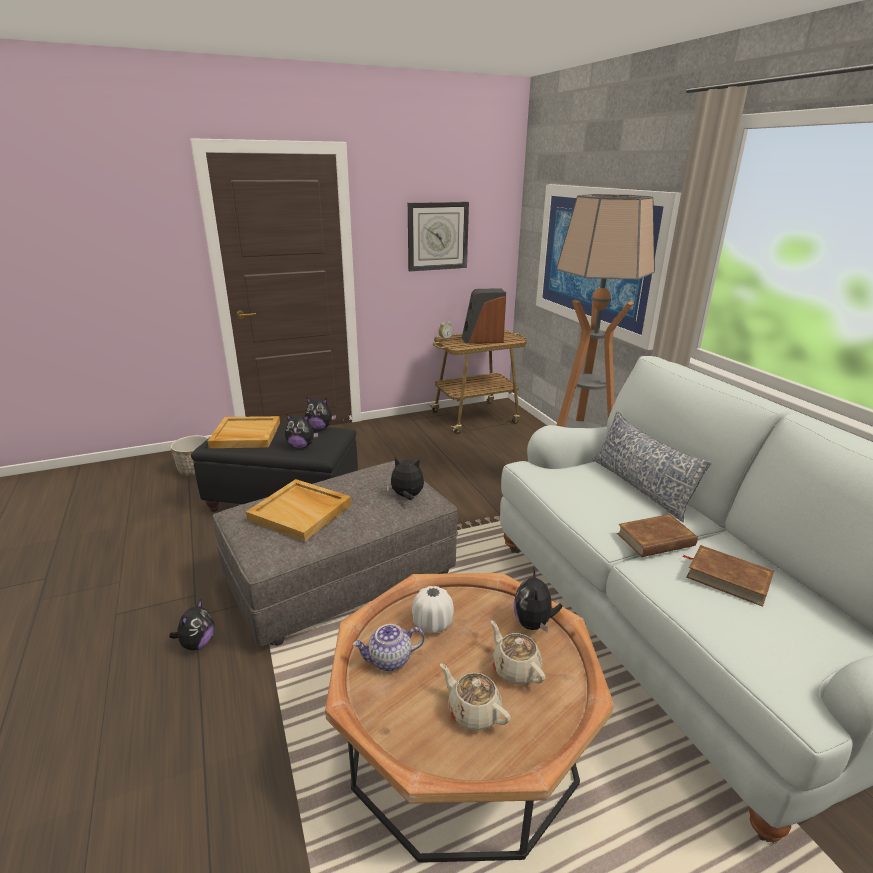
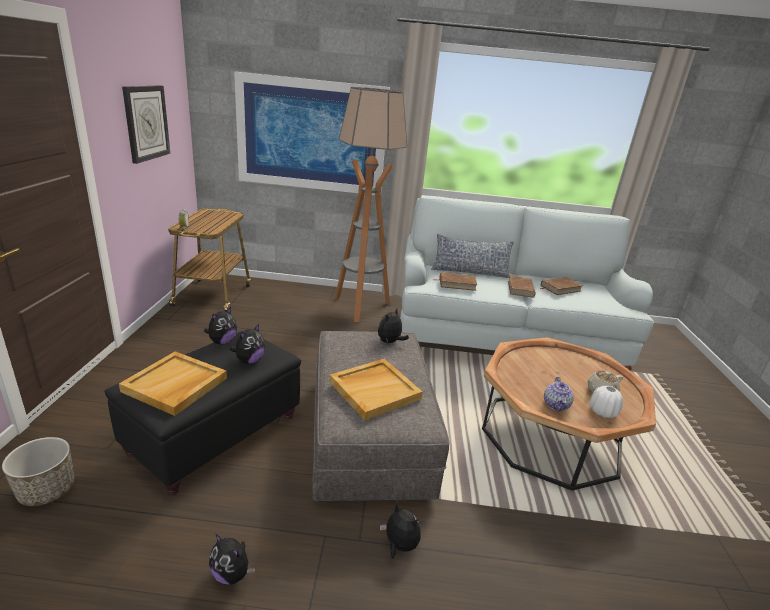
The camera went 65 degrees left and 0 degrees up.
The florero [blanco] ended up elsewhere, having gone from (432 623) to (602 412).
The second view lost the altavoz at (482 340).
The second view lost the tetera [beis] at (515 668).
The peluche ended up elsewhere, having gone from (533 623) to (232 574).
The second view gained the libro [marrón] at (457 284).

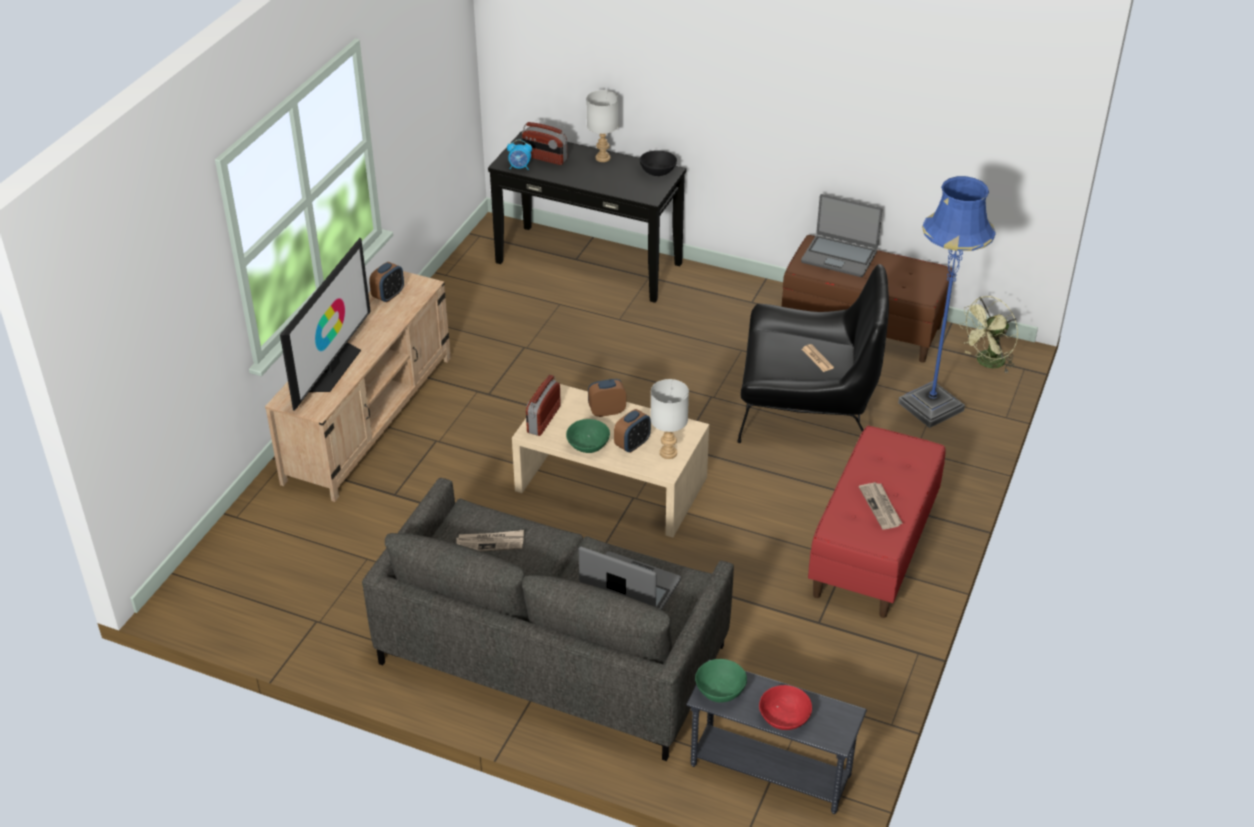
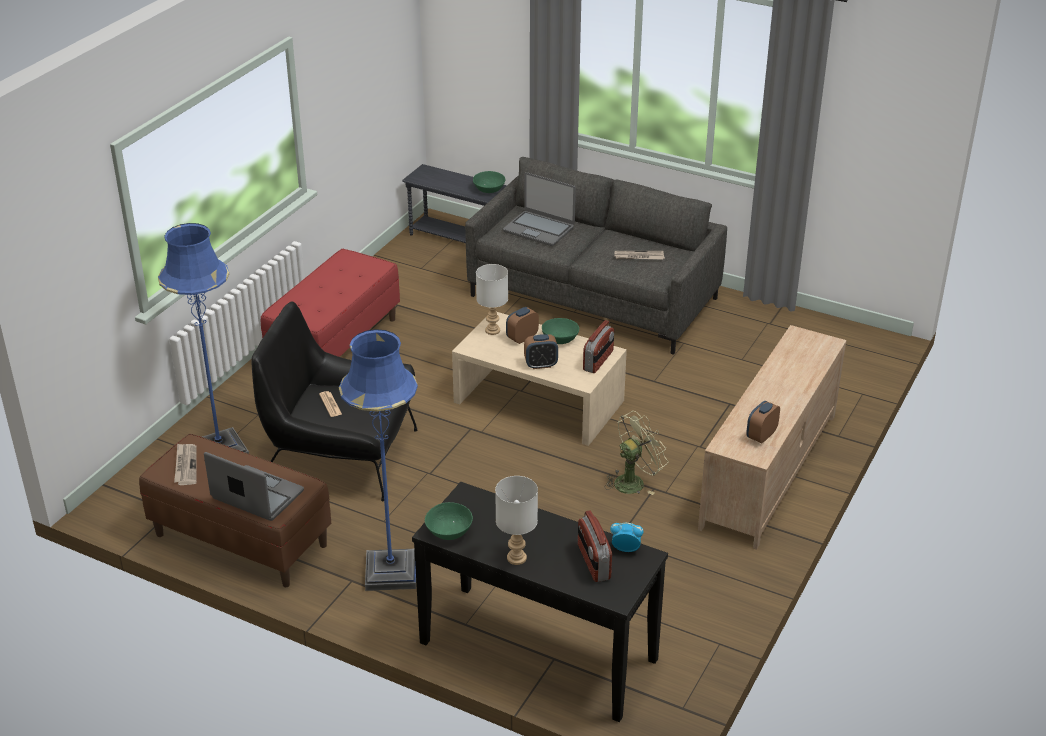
The camera went 175 degrees left and 5 degrees down.
The second view lost the televisor at (332 367).
The radio at (545 158) ended up facing another way, 135 degrees counterclockwise from before.
What was the cuenco [negro] at (657 171) turned into the cuenco [verde] at (449 532).
The second view lost the cuenco [rojo] at (784 718).
The periódico ended up elsewhere, having gone from (881 507) to (185 465).
The ventilador [verde] ended up elsewhere, having gone from (987 363) to (634 481).
The second view gained the lámpara de pie [azul] at (391 572).

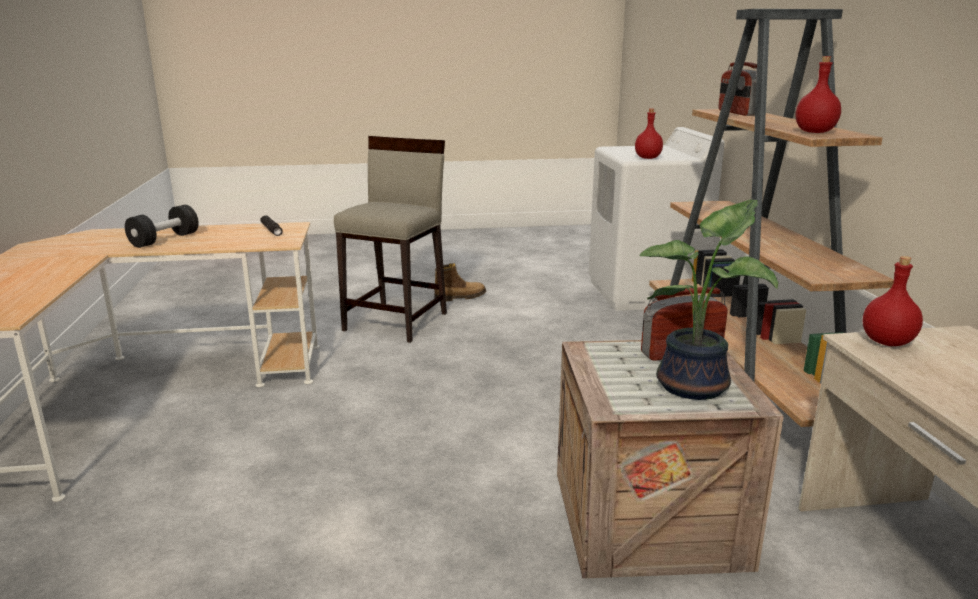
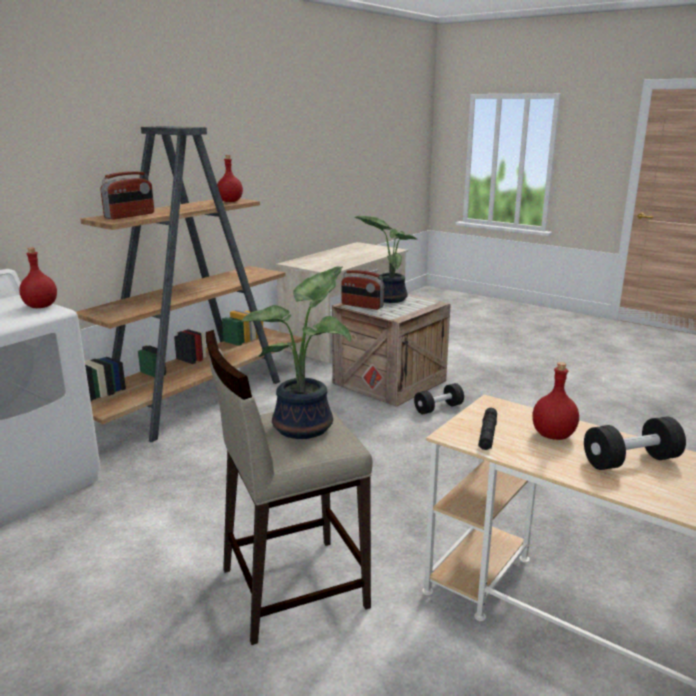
The camera went 135 degrees left and 0 degrees up.
The second view lost the bota at (460 297).
The botella [rojo] ended up elsewhere, having gone from (888 342) to (552 435).
The second view gained the planta en maceta at (307 427).
The second view gained the mancuerna [negro] at (438 408).

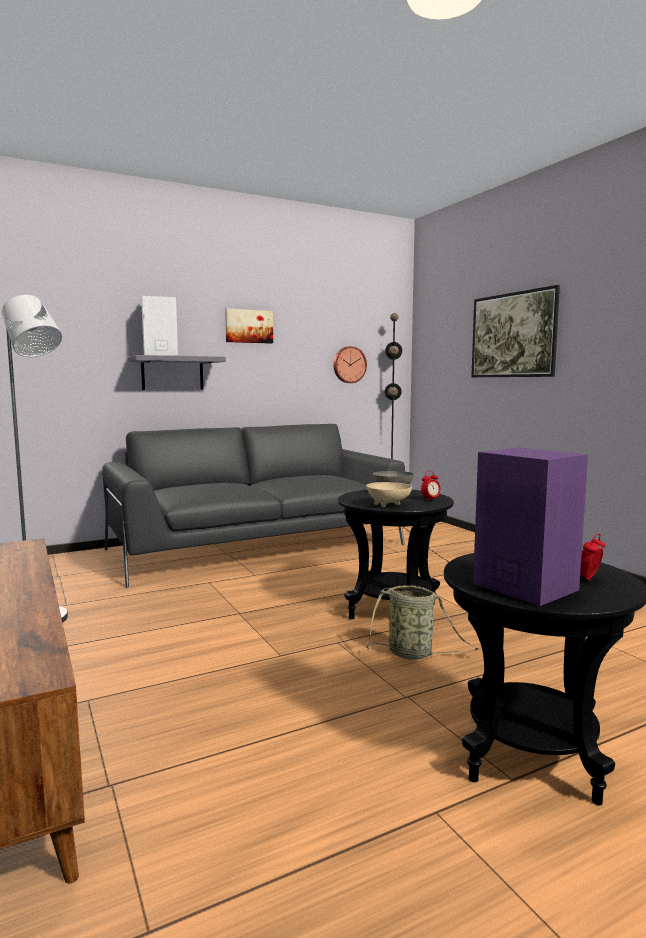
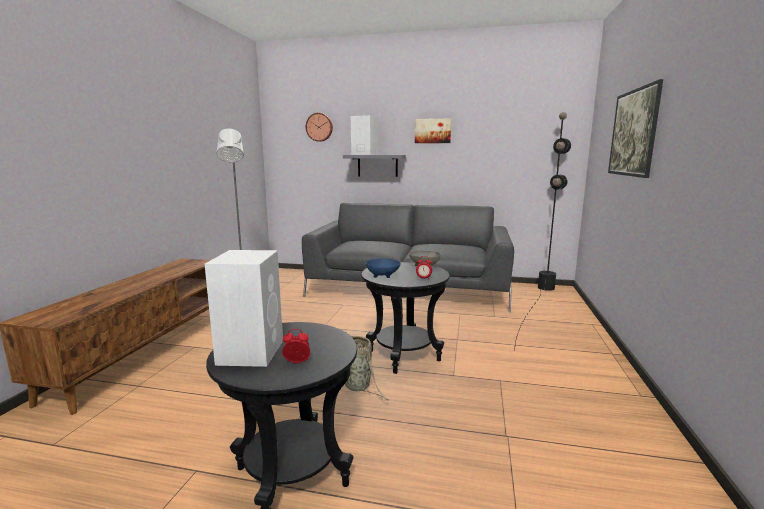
The camera went 40 degrees right and 5 degrees up.
The reloj de pared ended up elsewhere, having gone from (349 364) to (319 127).
What was the cuenco [beis] at (388 505) turned into the cuenco [azul] at (382 277).
What was the altavoz [morado] at (523 586) turned into the altavoz [blanco] at (251 351).

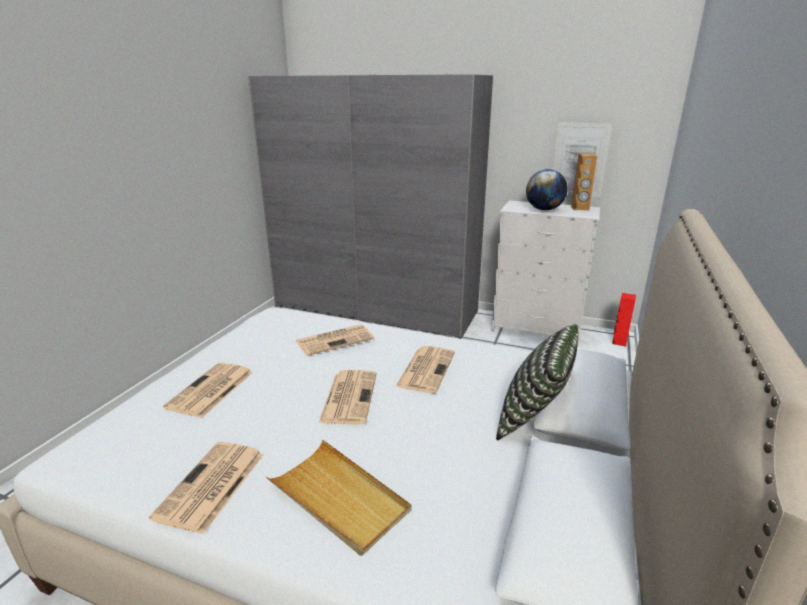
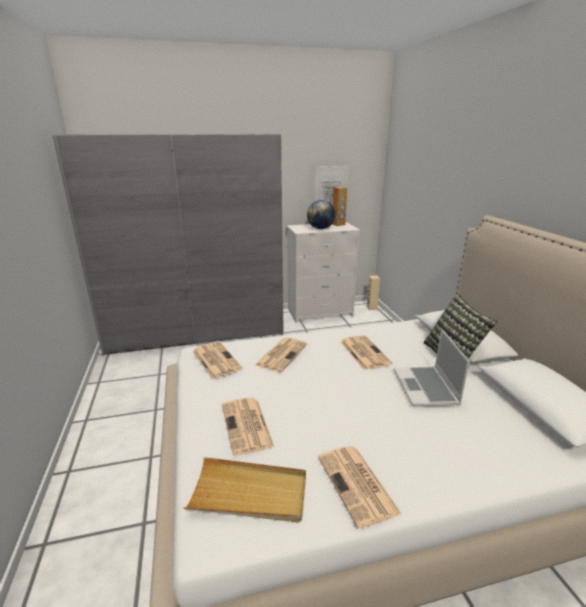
The camera went 35 degrees left and 0 degrees up.
The bandeja [beis] ended up elsewhere, having gone from (339 498) to (249 493).
The periódico ended up elsewhere, having gone from (349 396) to (215 360).
What was the altavoz [rojo] at (619 342) turned into the altavoz [beis] at (371 308).
The second view gained the portátil at (426 388).

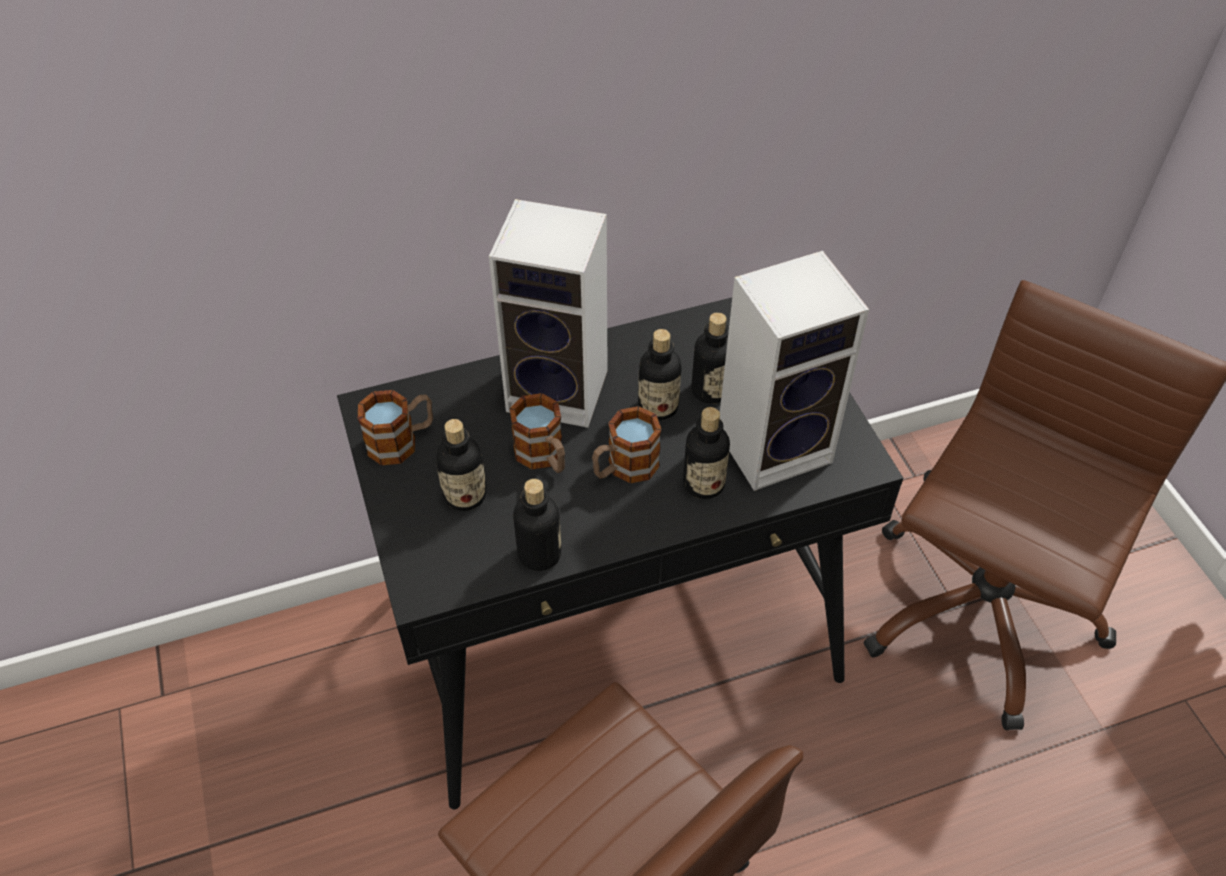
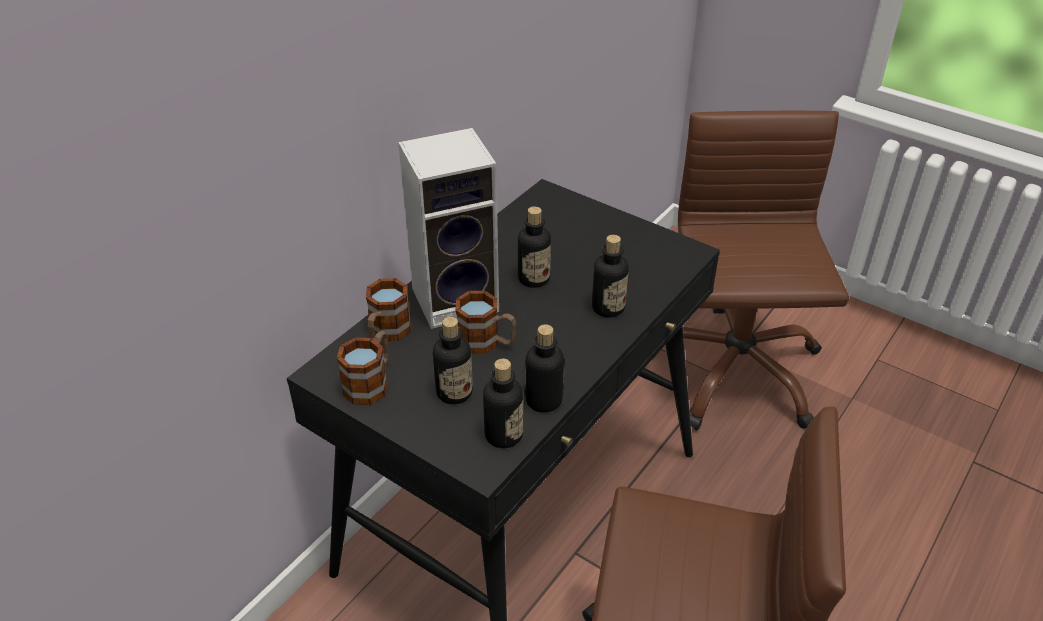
The camera went 35 degrees left and 10 degrees down.
The taza grande ended up elsewhere, having gone from (624 468) to (387 333).
The botella ended up elsewhere, having gone from (710 390) to (503 435).
The second view lost the altavoz at (777 444).

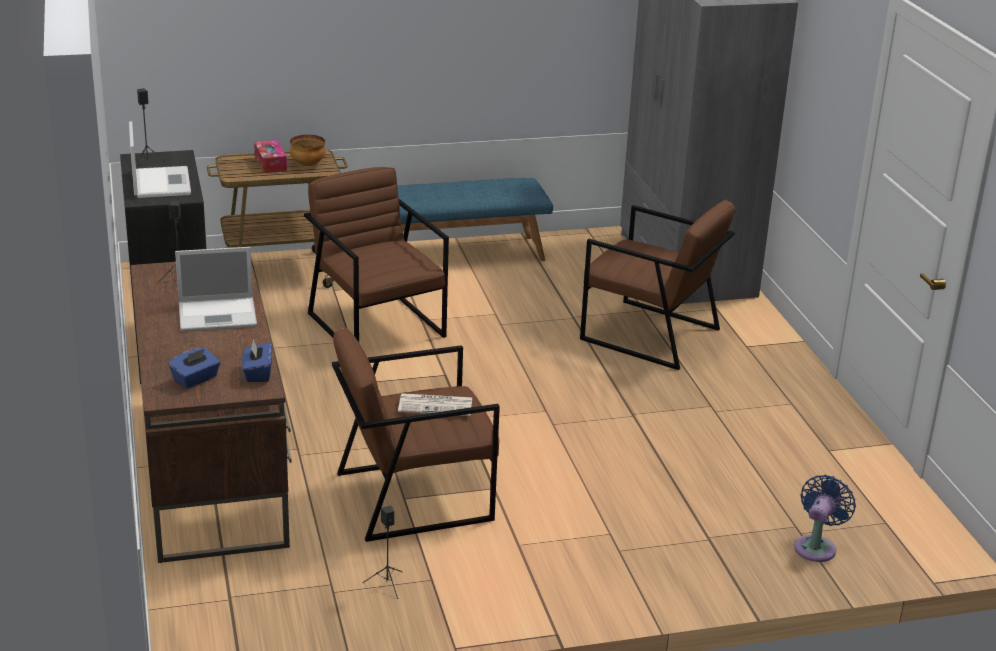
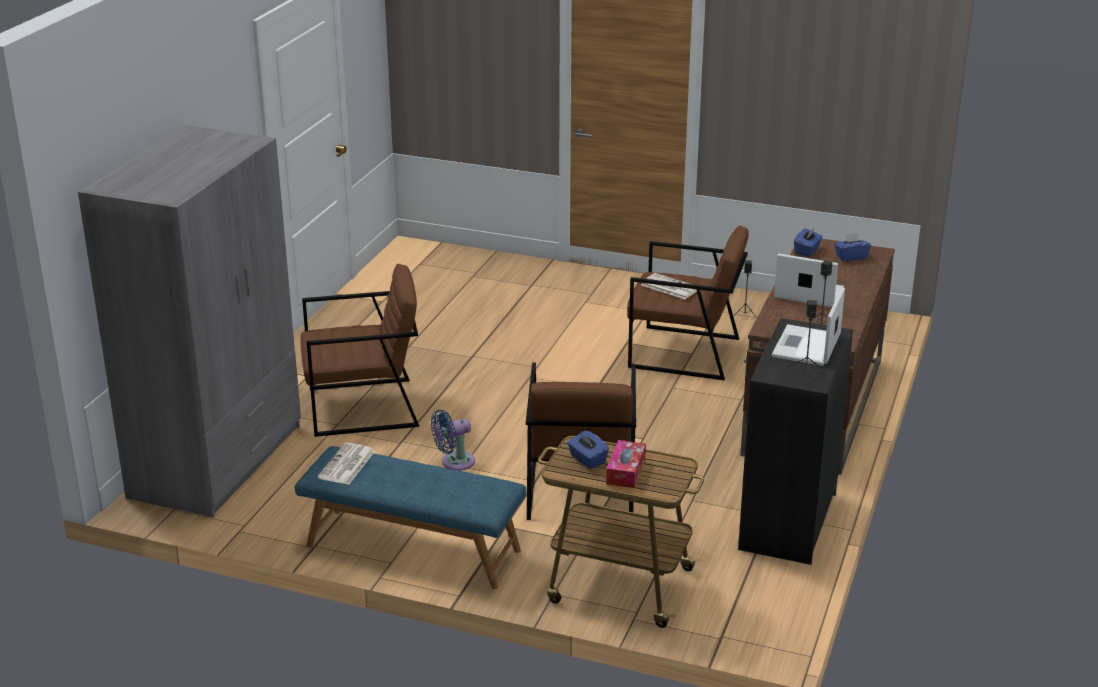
The camera went 145 degrees left and 0 degrees up.
Where the cuenco stood at (307 165), the caja de pañuelos [azul] came to stand at (587 460).
The sillón [marrón] at (650 334) ended up facing another way, 105 degrees clockwise from before.
The ventilador [azul] ended up elsewhere, having gone from (817 546) to (454 462).
The second view gained the periódico at (346 465).

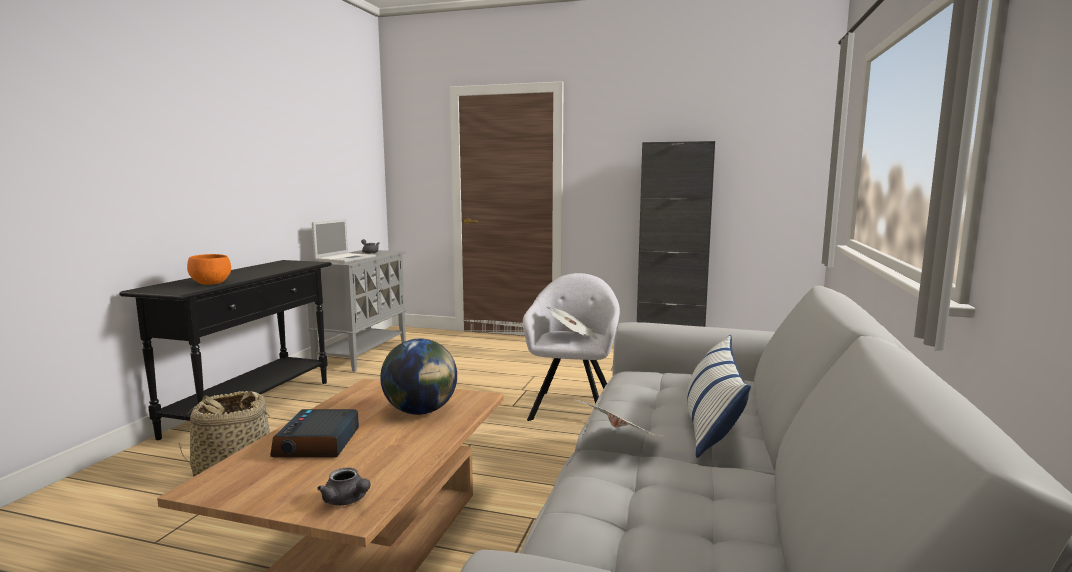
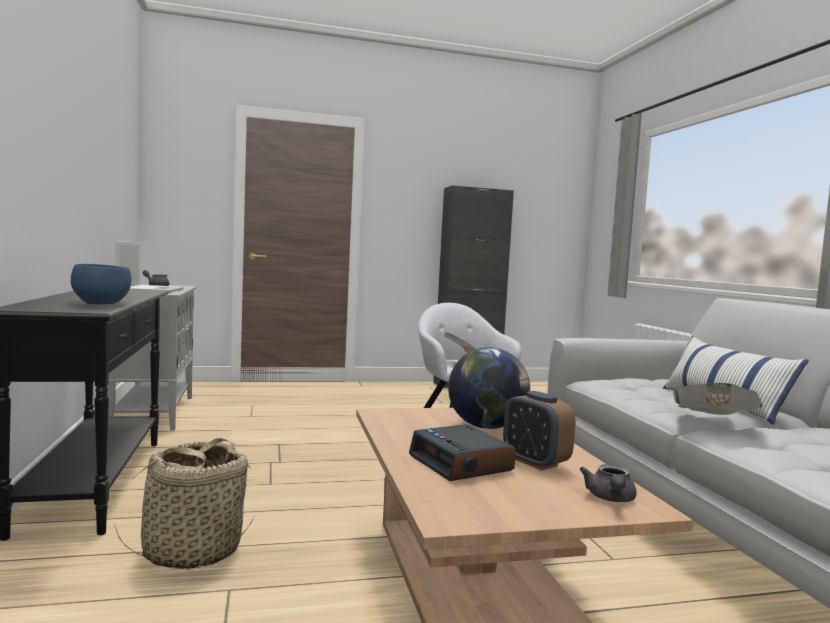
The camera went 30 degrees left and 5 degrees down.
What was the cuenco [naranja] at (212 284) turned into the cuenco [azul] at (102 304).
The tetera [gris] at (347 501) ended up facing another way, 90 degrees clockwise from before.
The second view gained the despertador at (535 462).

